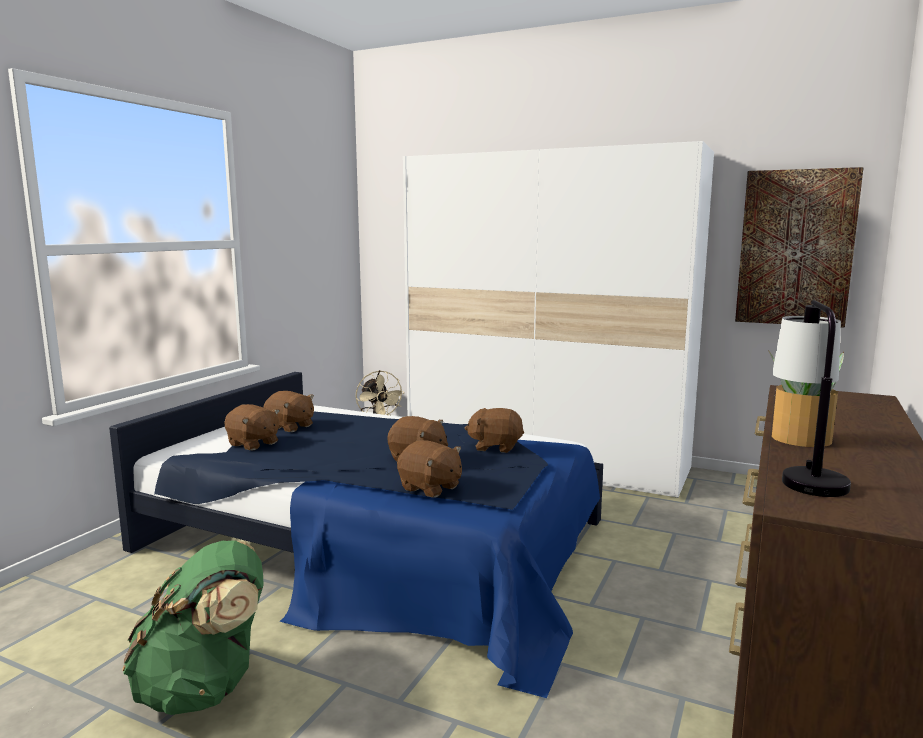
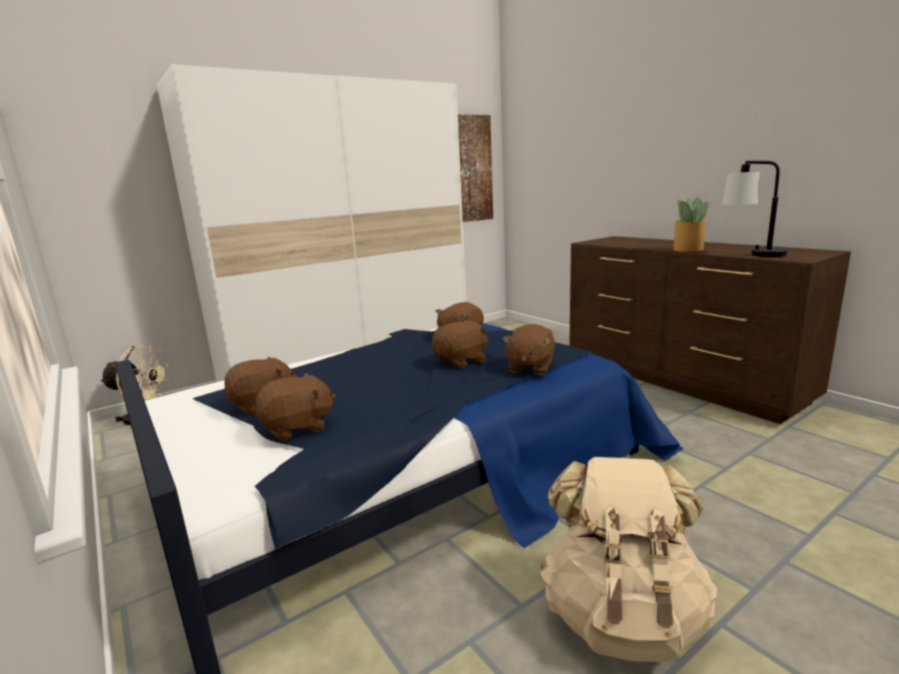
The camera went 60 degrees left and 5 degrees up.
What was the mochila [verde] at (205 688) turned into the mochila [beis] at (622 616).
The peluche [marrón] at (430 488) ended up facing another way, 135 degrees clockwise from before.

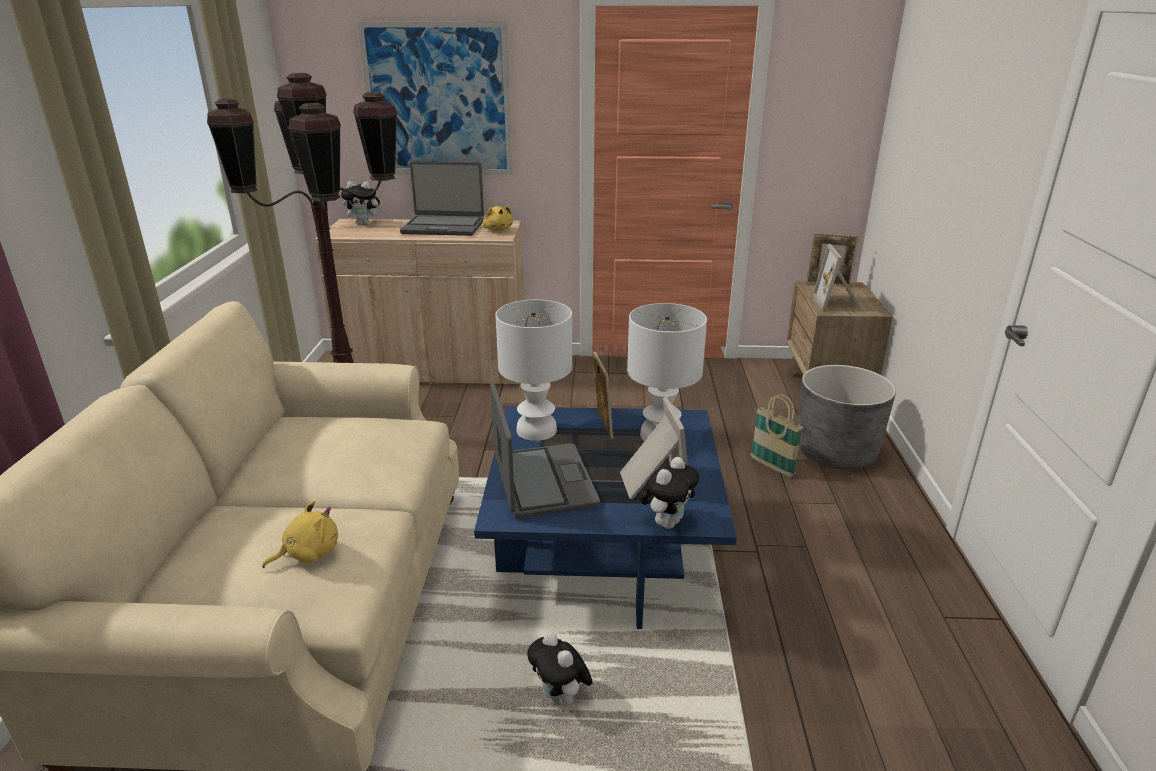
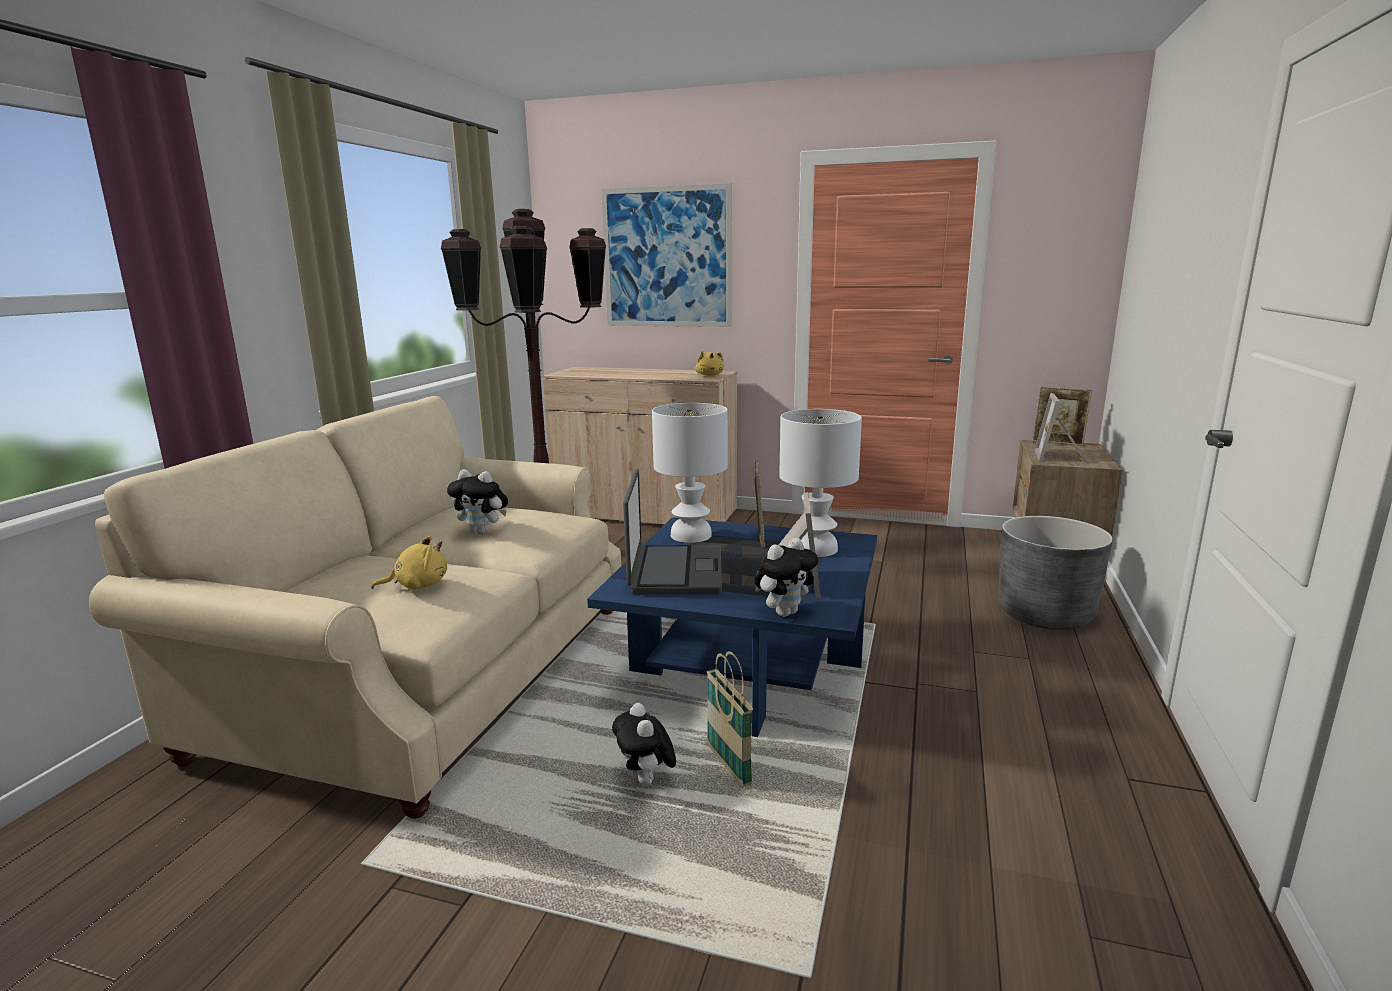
The camera went 15 degrees right and 10 degrees down.
The peluche ended up elsewhere, having gone from (365 223) to (482 532).
The second view lost the portátil at (443 227).
The cesta ended up elsewhere, having gone from (772 466) to (728 766).

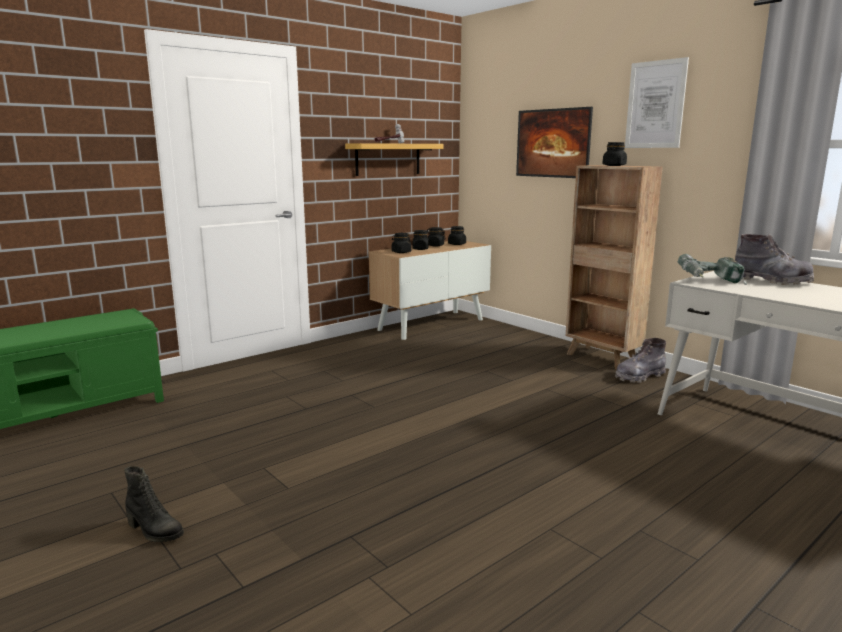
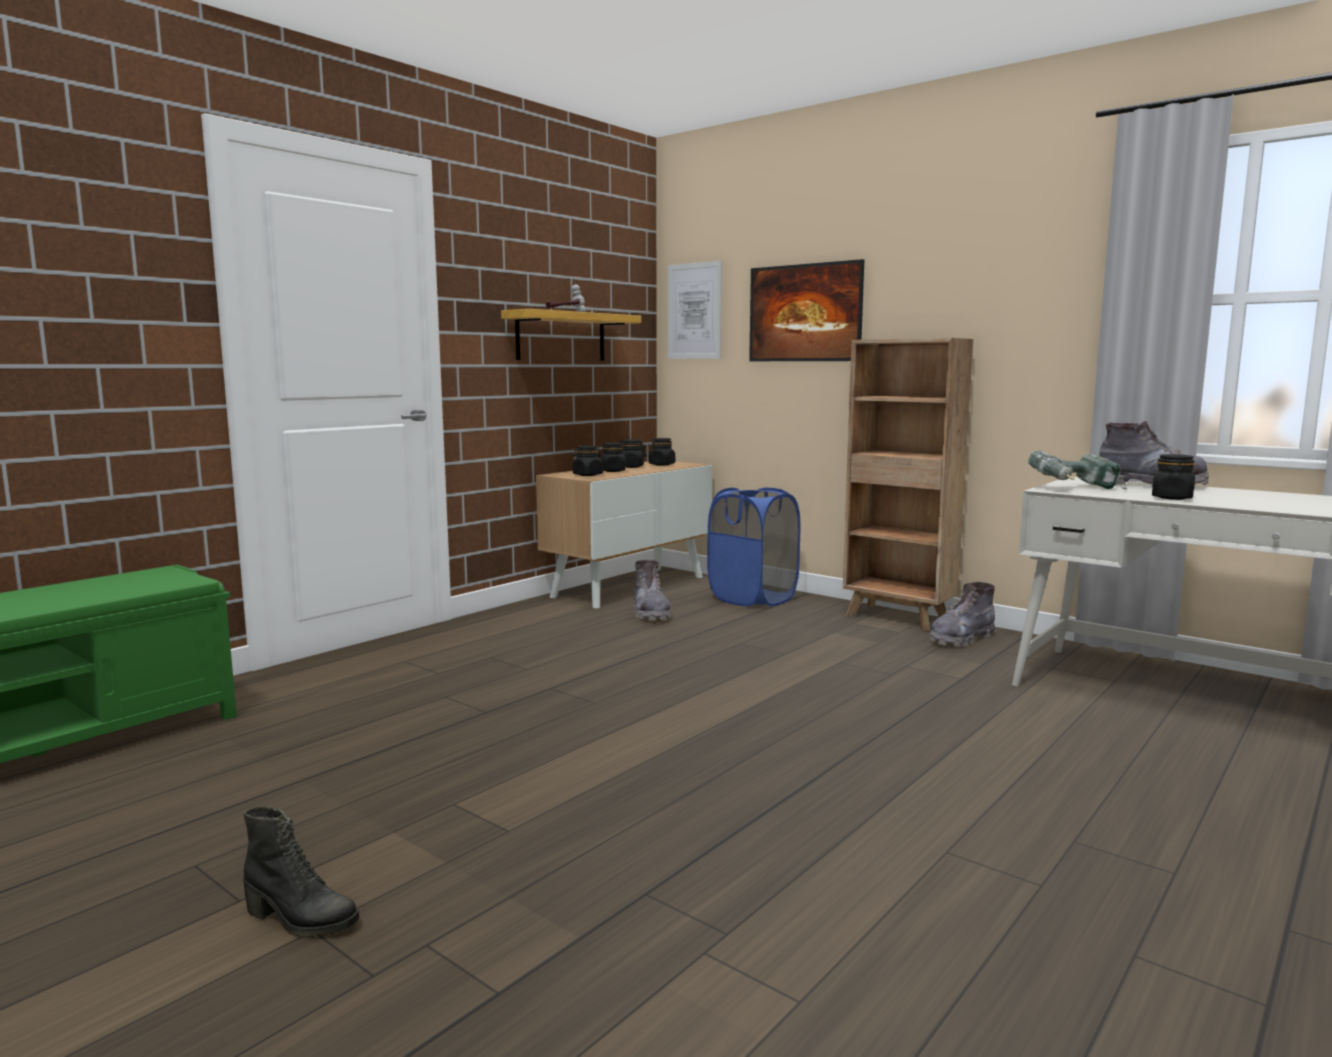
The camera went 10 degrees left and 5 degrees down.
The tarro [negro] ended up elsewhere, having gone from (614 165) to (1172 498).
The cuadro ended up elsewhere, having gone from (655 104) to (694 311).
The second view gained the bota [gris] at (650 613).
The second view gained the cesto de la ropa [azul] at (753 598).

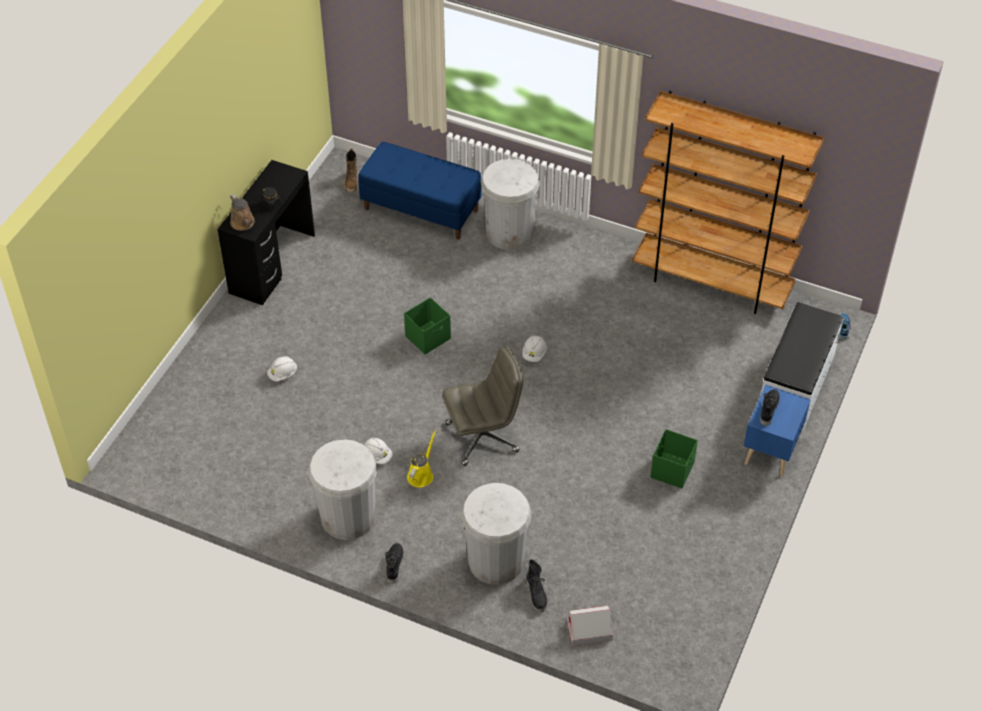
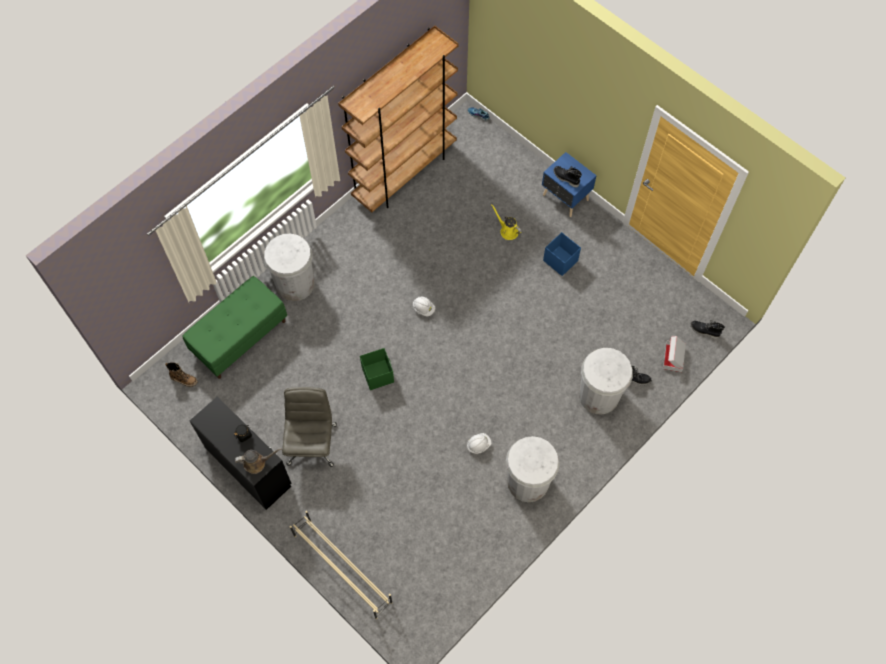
The camera went 70 degrees left and 15 degrees up.
The second view lost the casco [blanco] at (283 374).
What was the banco [azul] at (421 209) turned into the banco [verde] at (240 337).
The bota [negro] ended up elsewhere, having gone from (394 565) to (704 331).
The regadera [amarillo] ended up elsewhere, having gone from (421 474) to (507 230).
The silla de oficina [gris] ended up elsewhere, having gone from (483 437) to (311 443).
What was the caja de almacenaje [verde] at (672 470) turned into the caja de almacenaje [azul] at (560 260).
The second view lost the banco [blanco] at (797 385).
The second view gained the zapatero [beis] at (342 568).

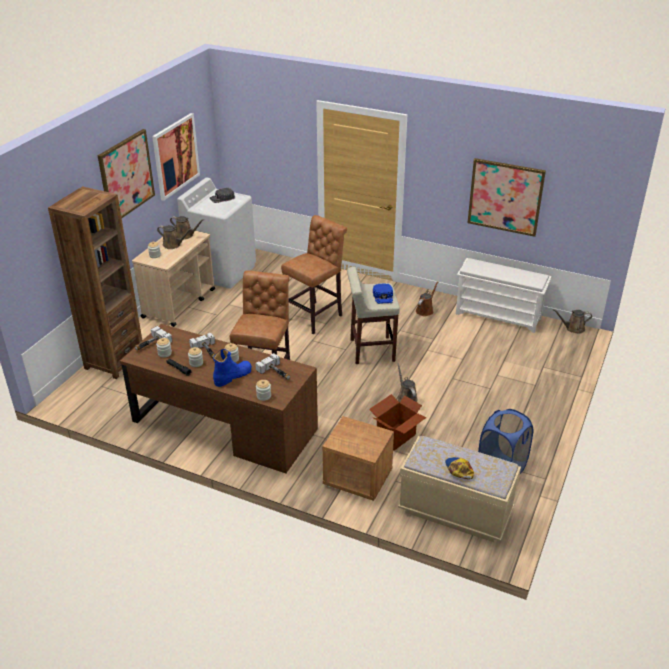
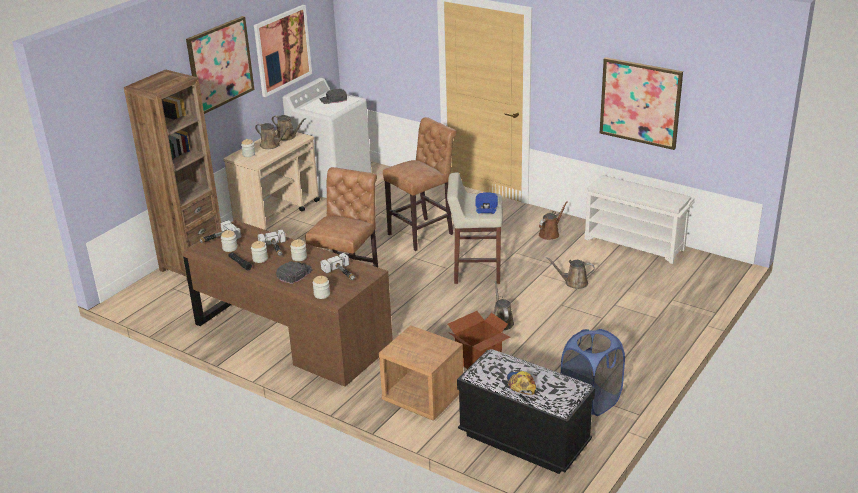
The camera went 10 degrees right and 5 degrees down.
Where the bota [azul] stood at (232 376), the gorra [negro] came to stand at (294 274).
What was the banco [beis] at (455 512) turned into the banco [negro] at (524 440).
The regadera [marrón] ended up elsewhere, having gone from (573 328) to (573 283).

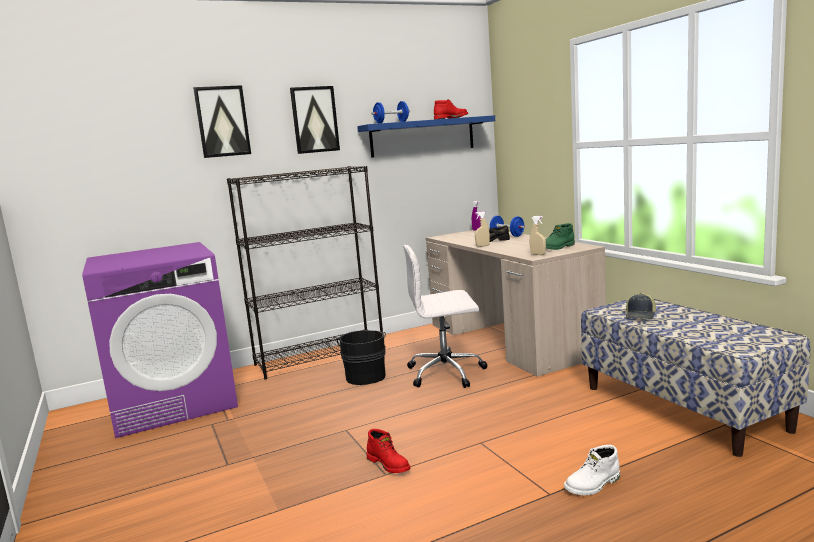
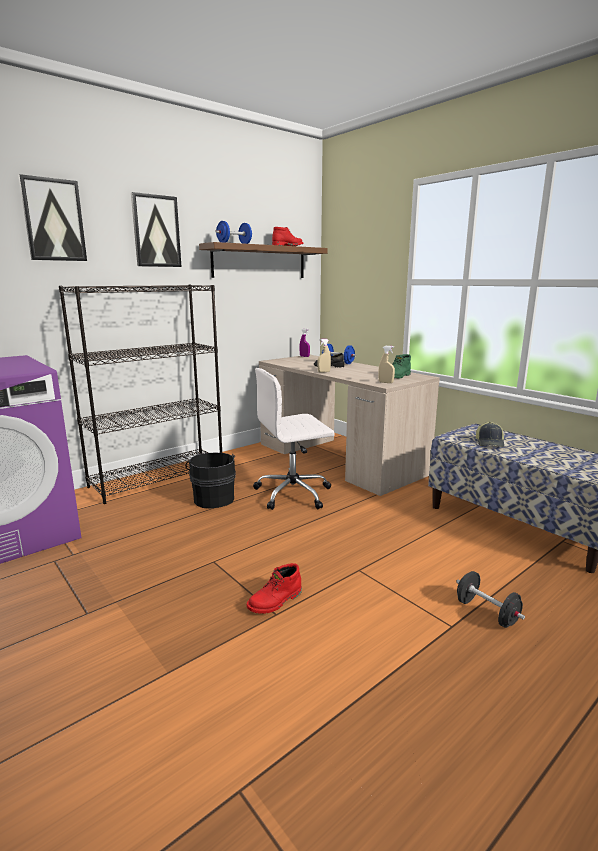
The camera went 15 degrees left and 5 degrees up.
What was the estante [azul] at (422 137) turned into the estante [marrón] at (259 262).
The bota [rojo] at (389 464) ended up facing another way, 105 degrees clockwise from before.
Where the bota [blanco] stood at (593 485), the mancuerna [negro] came to stand at (486 612).

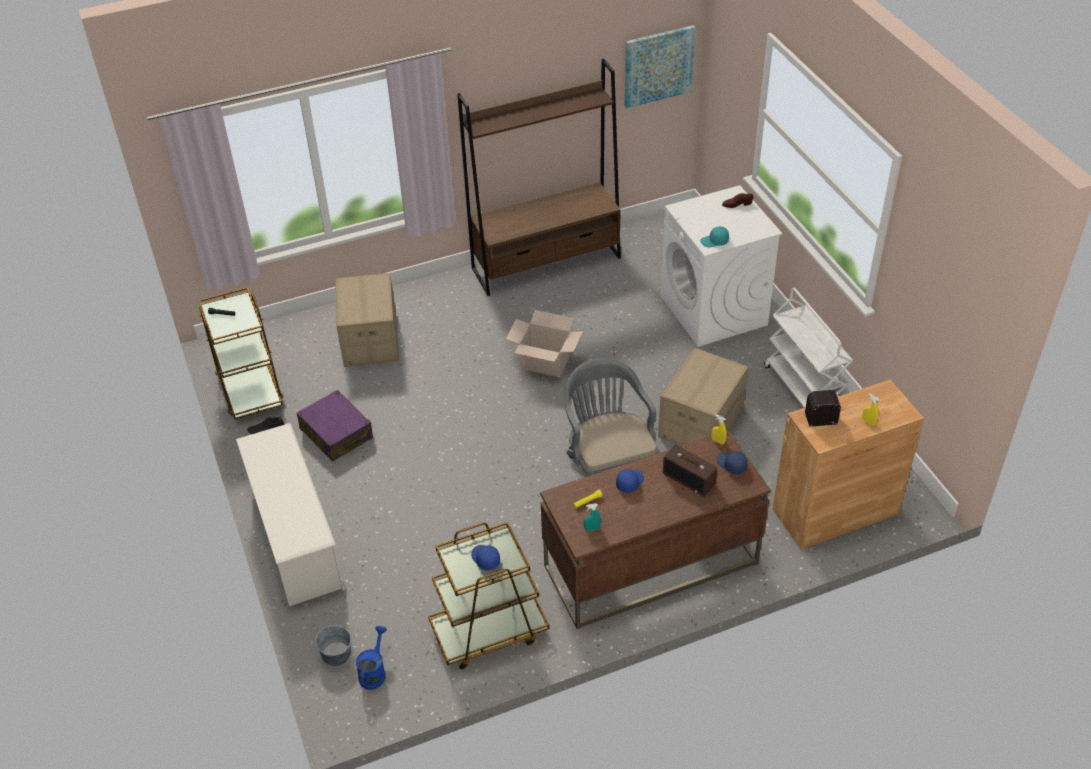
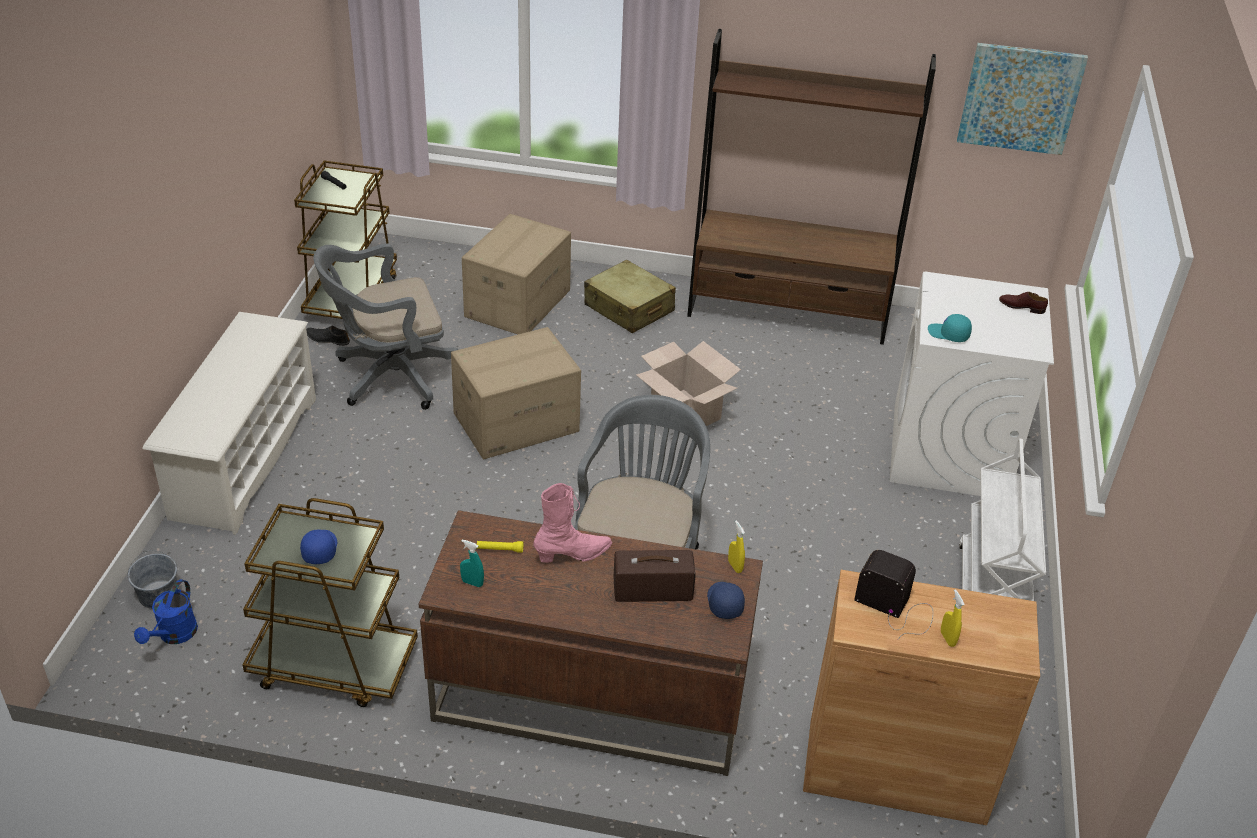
The camera went 30 degrees right and 5 degrees down.
Where the maleta [morado] stood at (336 433), the silla de oficina [gris] came to stand at (389 376).
The regadera [azul] at (374 672) ended up facing another way, 150 degrees clockwise from before.
Where the gorra [azul] stood at (629 482), the bota [rosa] came to stand at (573 555).
The caja de cartón ended up elsewhere, having gone from (700 422) to (516 422).
The radio at (689 479) ended up facing another way, 105 degrees clockwise from before.
The second view gained the maleta [beis] at (629 308).

